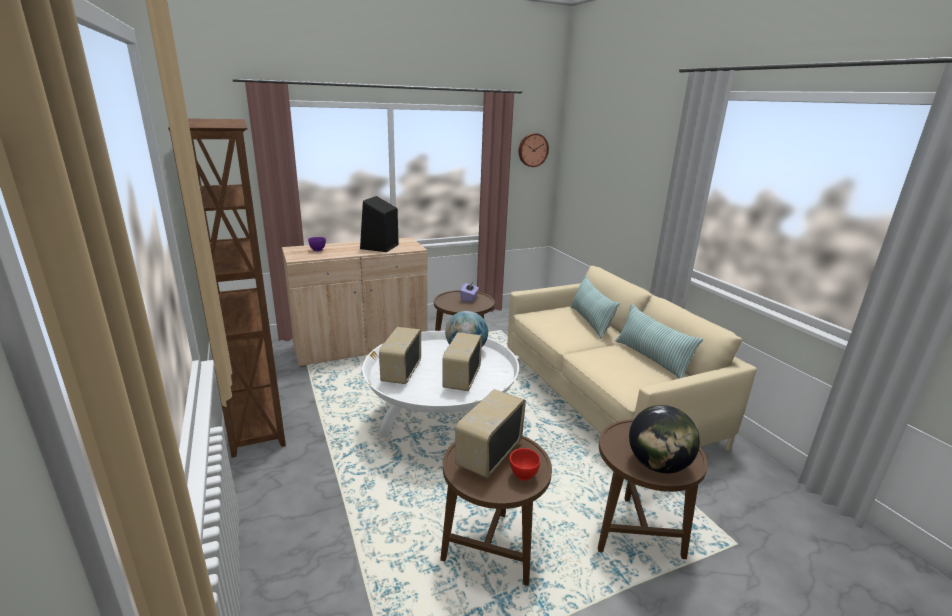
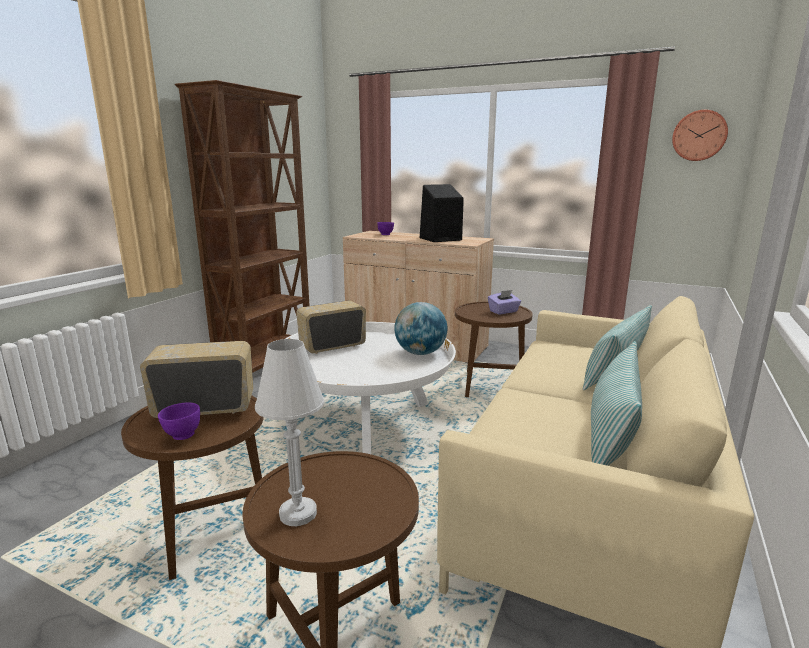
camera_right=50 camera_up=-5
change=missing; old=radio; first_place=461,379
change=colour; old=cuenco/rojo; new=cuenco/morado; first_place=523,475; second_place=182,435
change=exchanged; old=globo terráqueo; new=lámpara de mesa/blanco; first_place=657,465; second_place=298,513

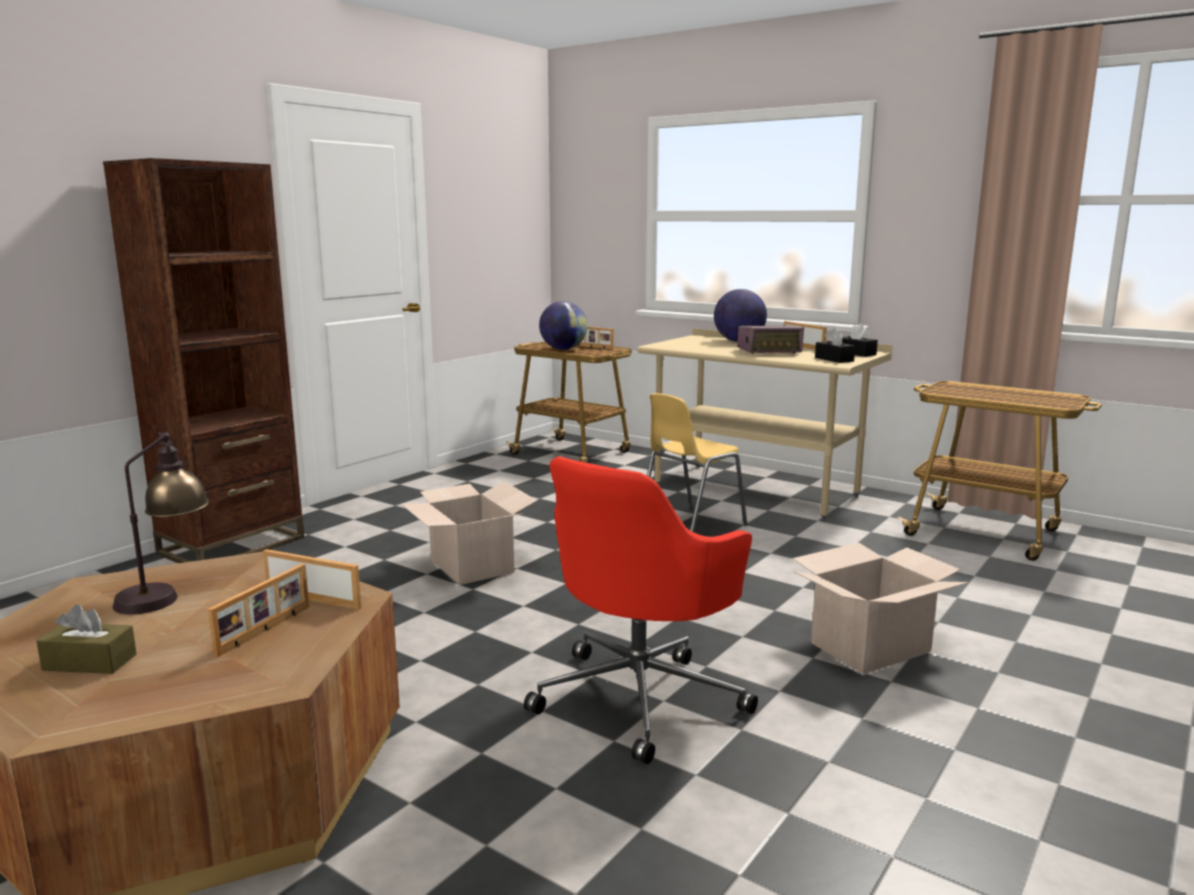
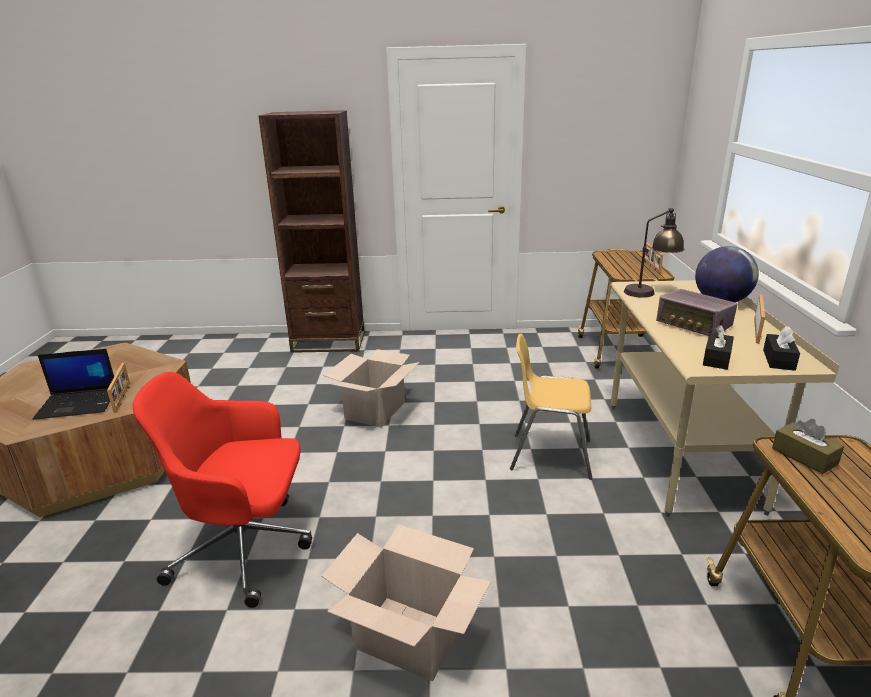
camera_right=55 camera_up=10
change=relocated; old=caja de pañuelos/marrón; first_place=89,662; second_place=804,456
change=relocated; old=lámpara de mesa; first_place=167,593; second_place=650,292
change=exchanged; old=portarretratos; new=portátil; first_place=265,630; second_place=79,403
change=missing; old=globo terráqueo; first_place=563,349

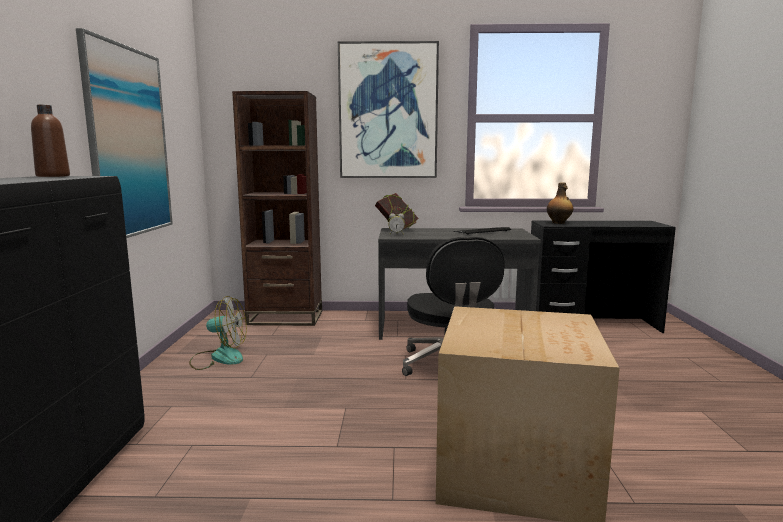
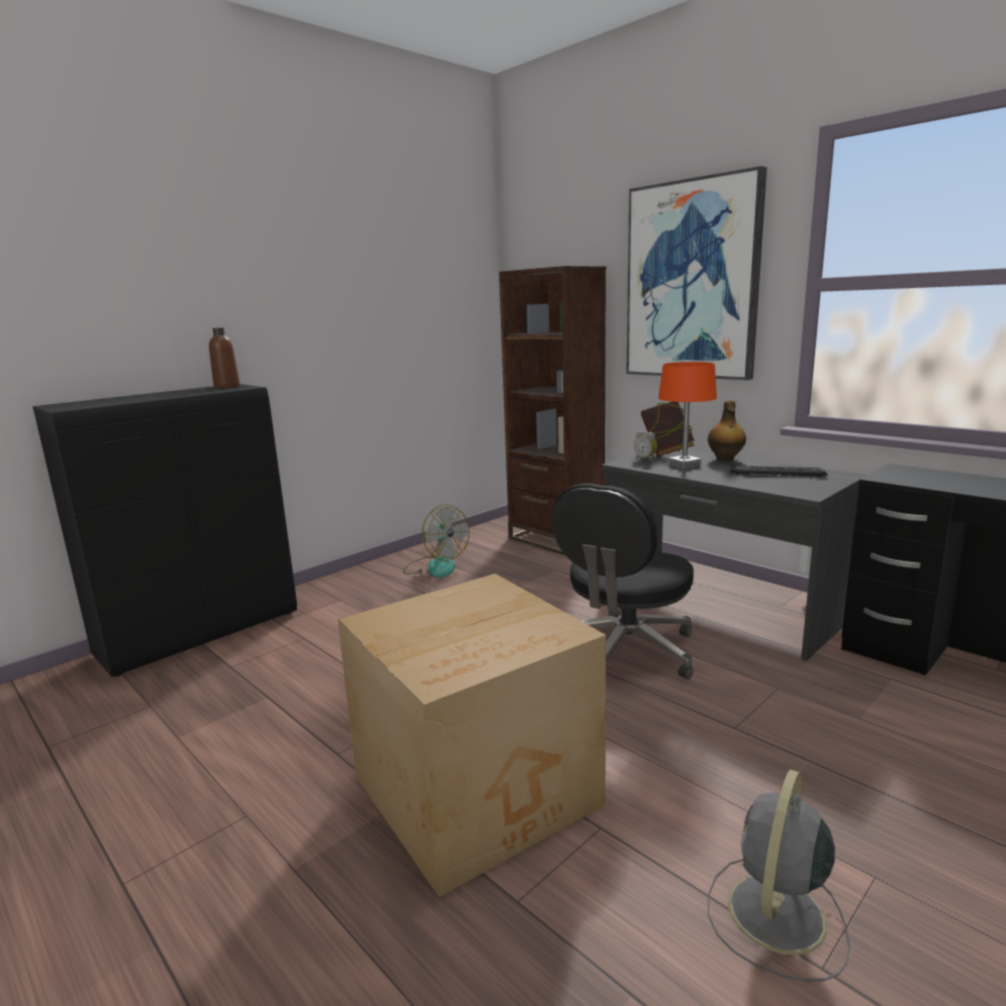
camera_right=45 camera_up=5
change=missing; old=cuadro; first_place=128,142
change=relocated; old=botella; first_place=559,223; second_place=725,459
change=appeared; new=lámpara de mesa/naranja; second_place=684,466
change=appeared; new=ventilador/gris; second_place=775,916

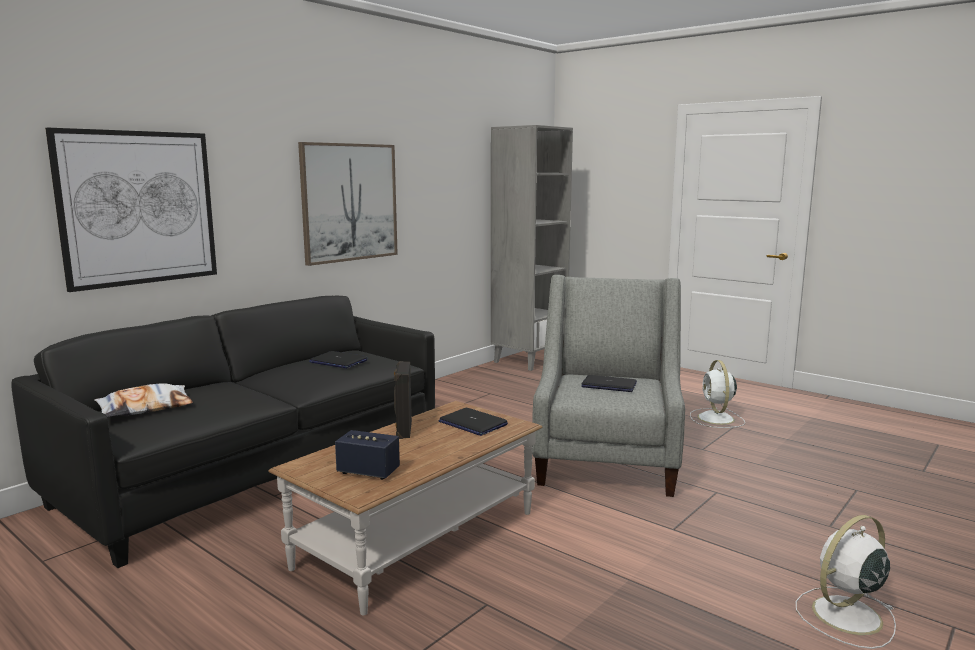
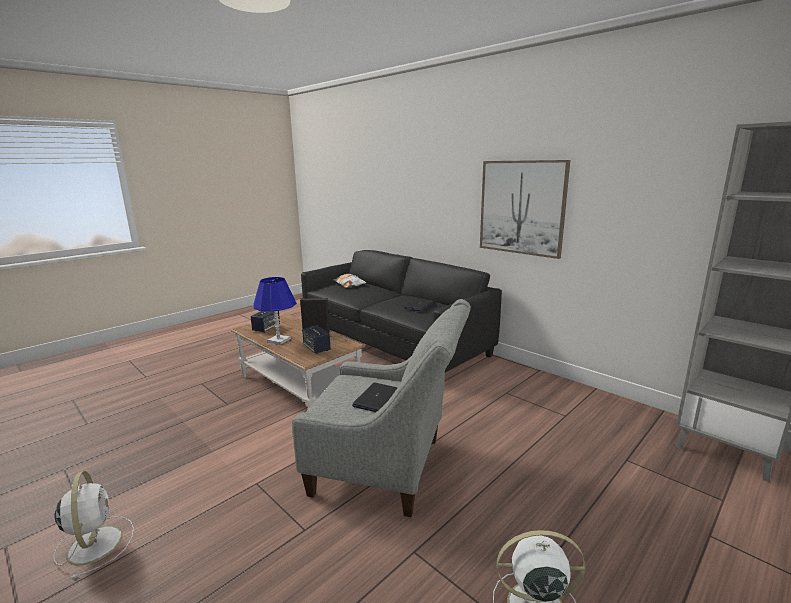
camera_right=95 camera_up=5
change=missing; old=cuadro; first_place=138,208
change=exchanged; old=portátil; new=altavoz; first_place=472,423; second_place=317,348
change=appeared; new=lámpara de mesa/azul; second_place=278,340

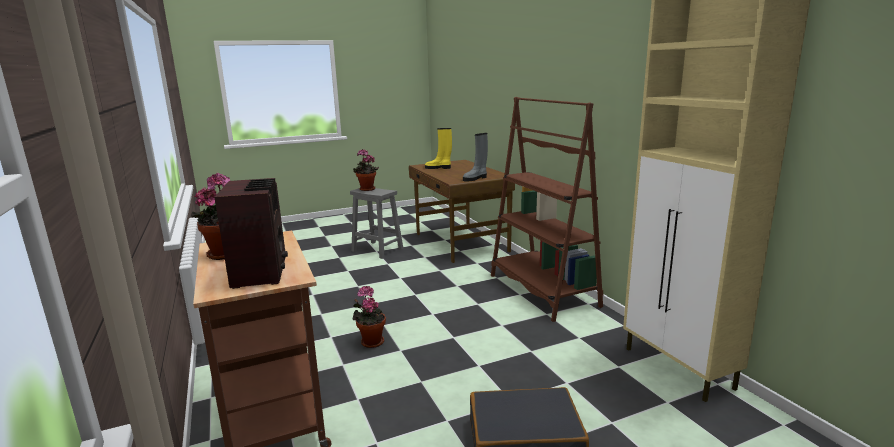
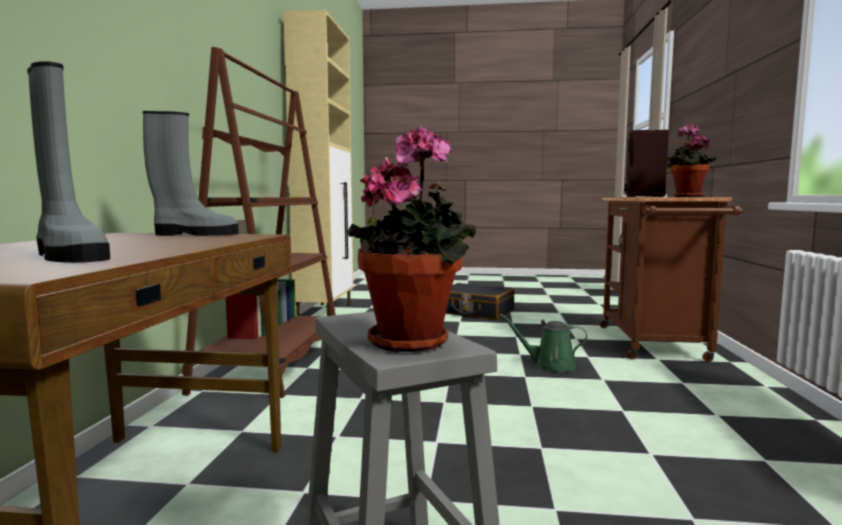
camera_right=-150 camera_up=-10
change=exchanged; old=planta en maceta; new=regadera/verde; first_place=371,341; second_place=550,365
change=colour; old=bota/amarillo; new=bota/gris; first_place=438,168; second_place=68,256

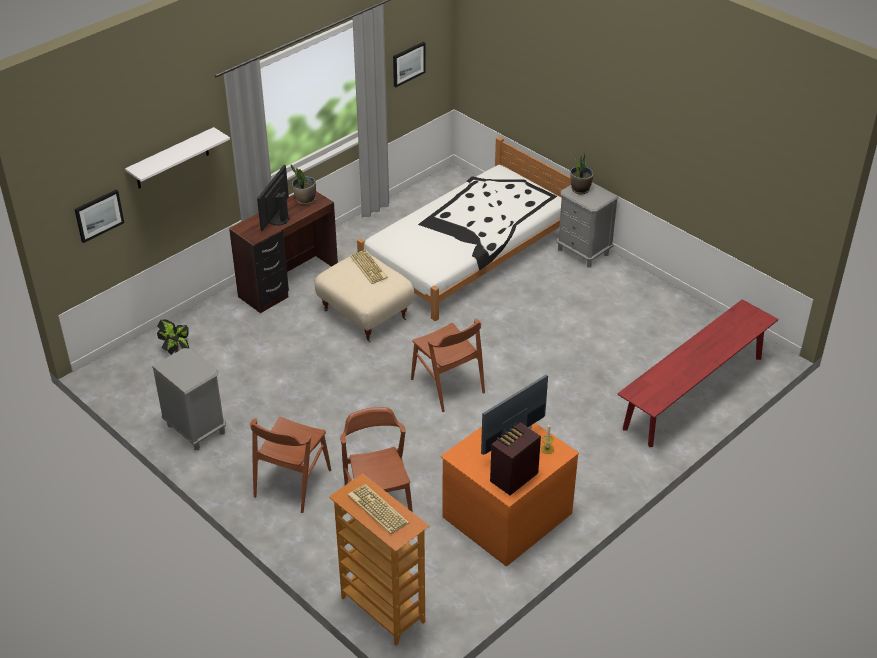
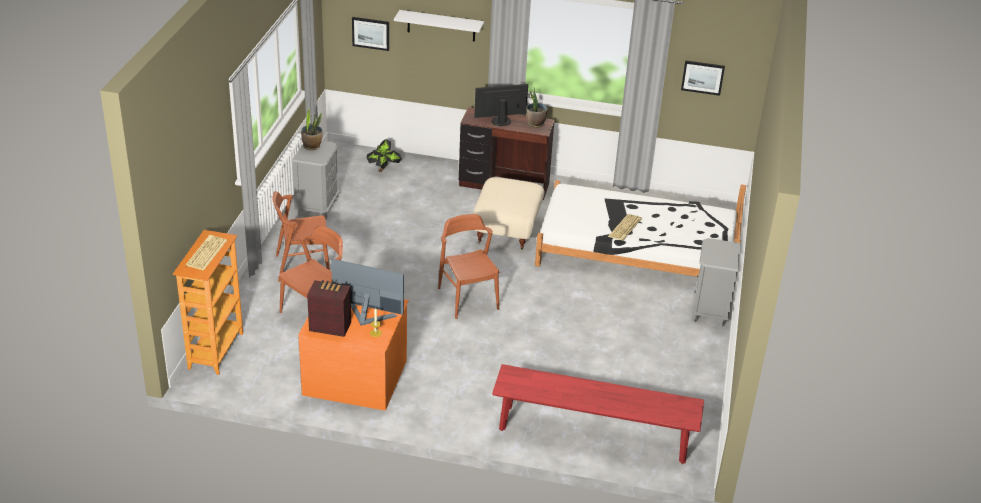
camera_right=55 camera_up=-5
change=relocated; old=teclado; first_place=369,267; second_place=625,228
change=spun; old=silla/marrón; first_place=448,386; second_place=468,298; degrees=135
change=relocated; old=planta en maceta; first_place=580,189; second_place=312,146

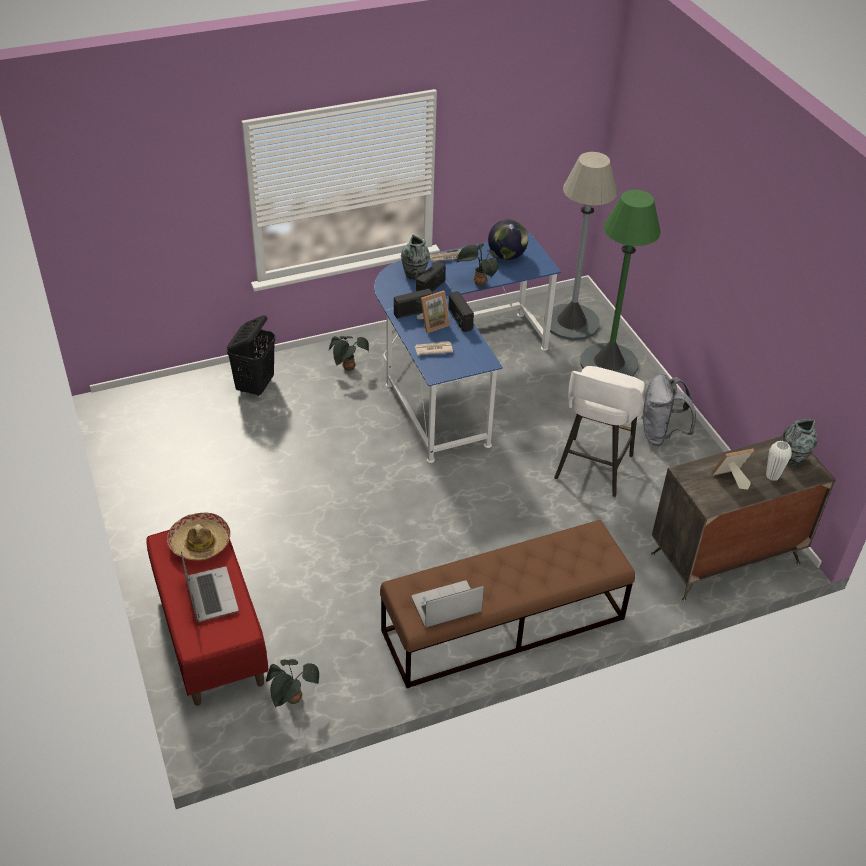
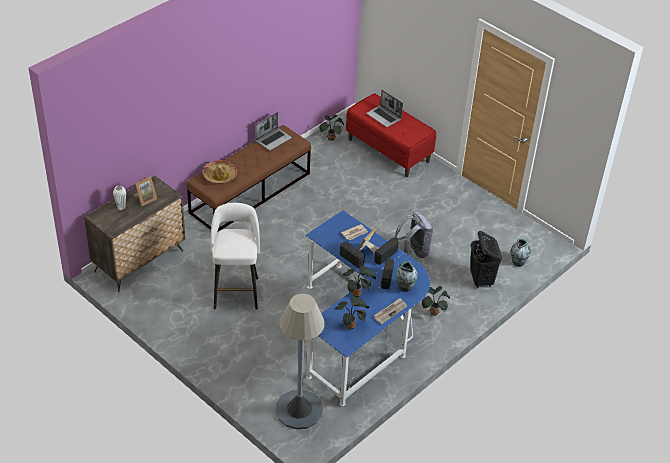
camera_right=155 camera_up=0
change=relocated; old=sombrero; first_place=200,543; second_place=220,176
change=exchanged; old=globo terráqueo; new=planta en maceta; first_place=507,256; second_place=351,326
change=missing; old=lámpara de pie/verde; first_place=608,363
change=relocated; old=mochila/gris; first_place=661,434; second_place=413,251
change=relocated; old=florero; first_place=792,459; second_place=518,262

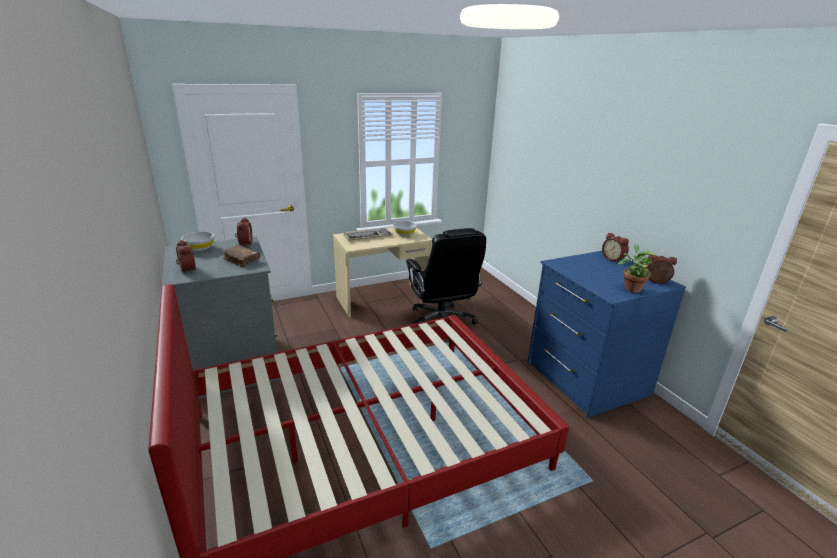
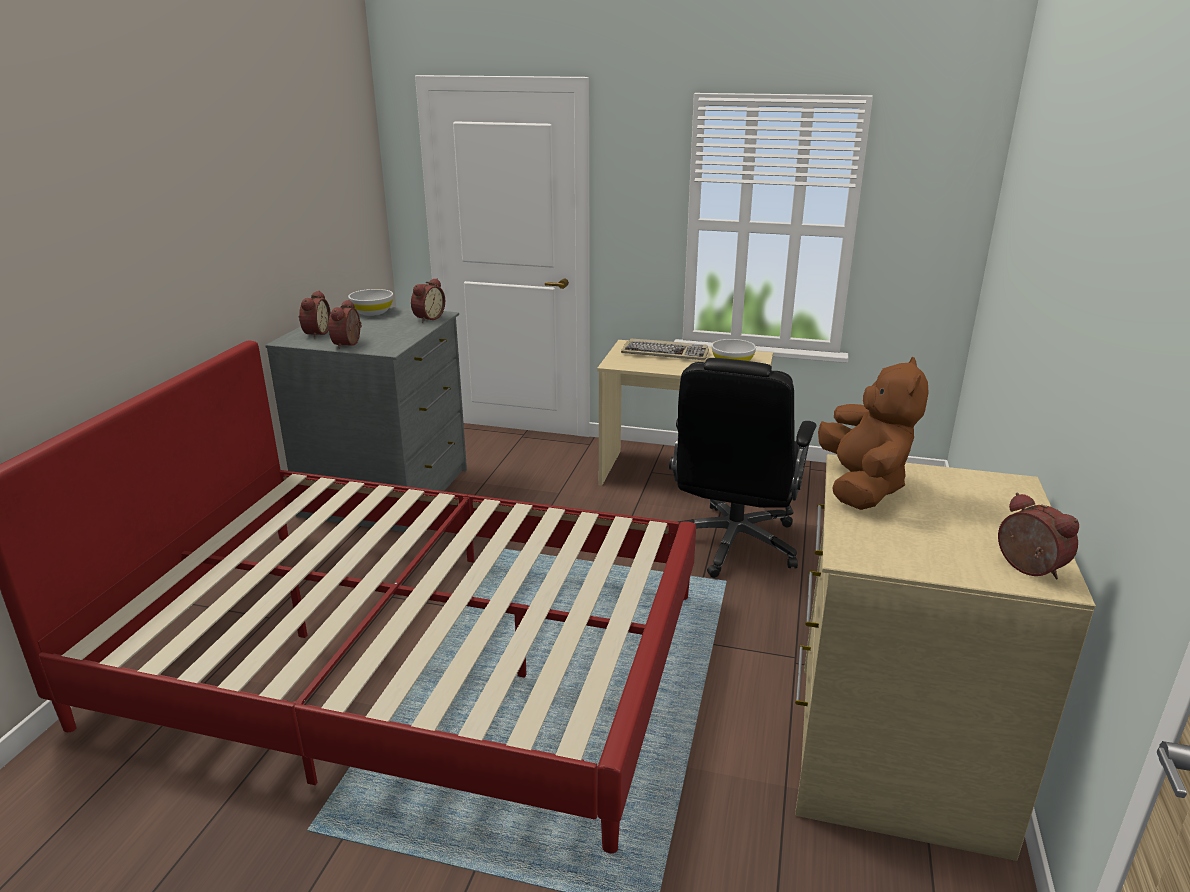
camera_right=40 camera_up=0
change=missing; old=libro/marrón; first_place=241,259
change=colour; old=cómoda/azul; new=cómoda/beis; first_place=585,378; second_place=891,752
change=relocated; old=despertador; first_place=613,259; second_place=349,344
change=missing; old=planta en maceta; first_place=631,288
change=appeared; new=peluche/marrón; second_place=862,487

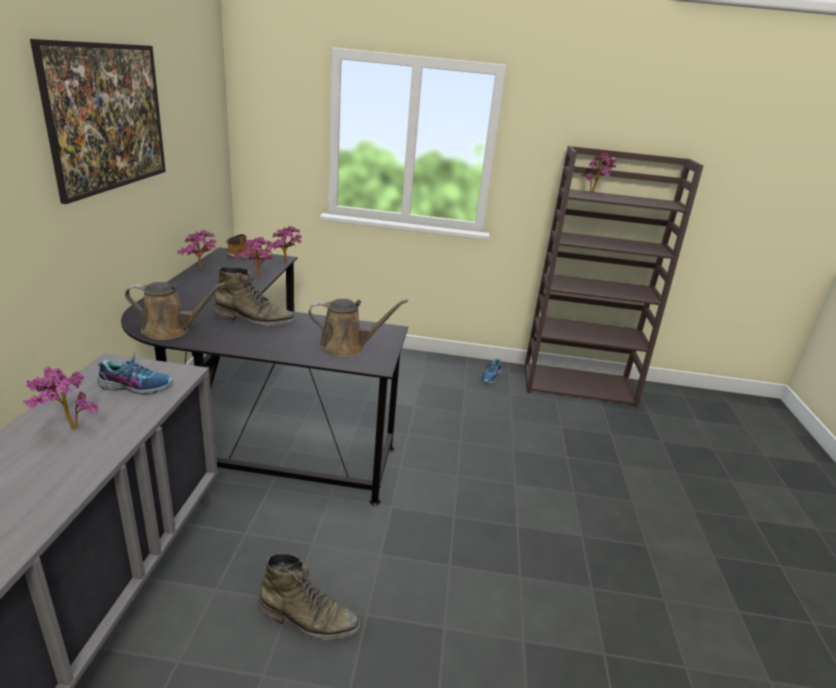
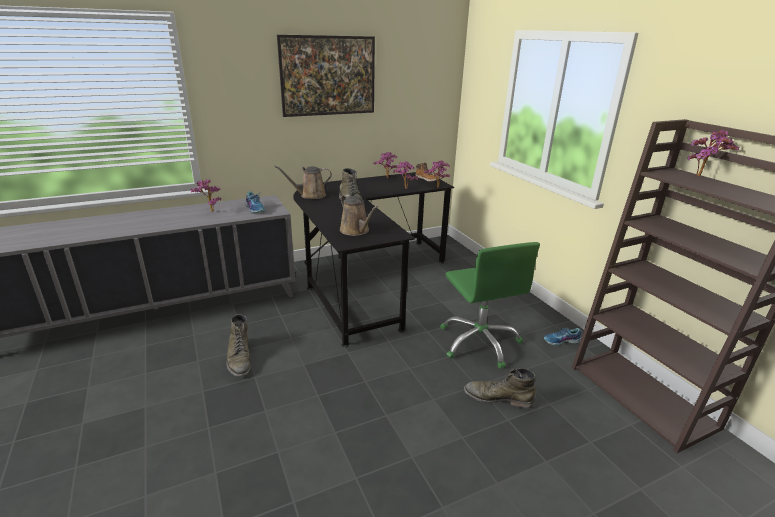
camera_right=60 camera_up=0
change=spun; old=regadera/marrón; first_place=170,330; second_place=310,195; degrees=105
change=appeared; new=silla de oficina/verde; second_place=479,342
change=appeared; new=bota/verde; second_place=498,397

